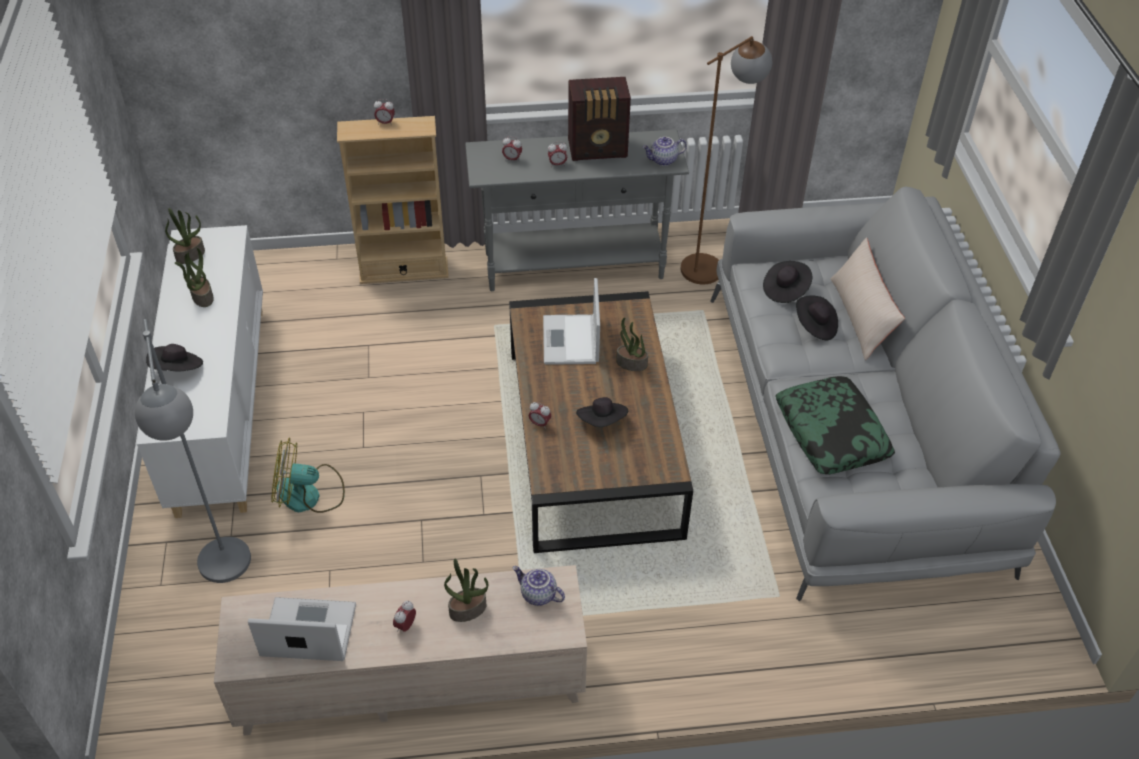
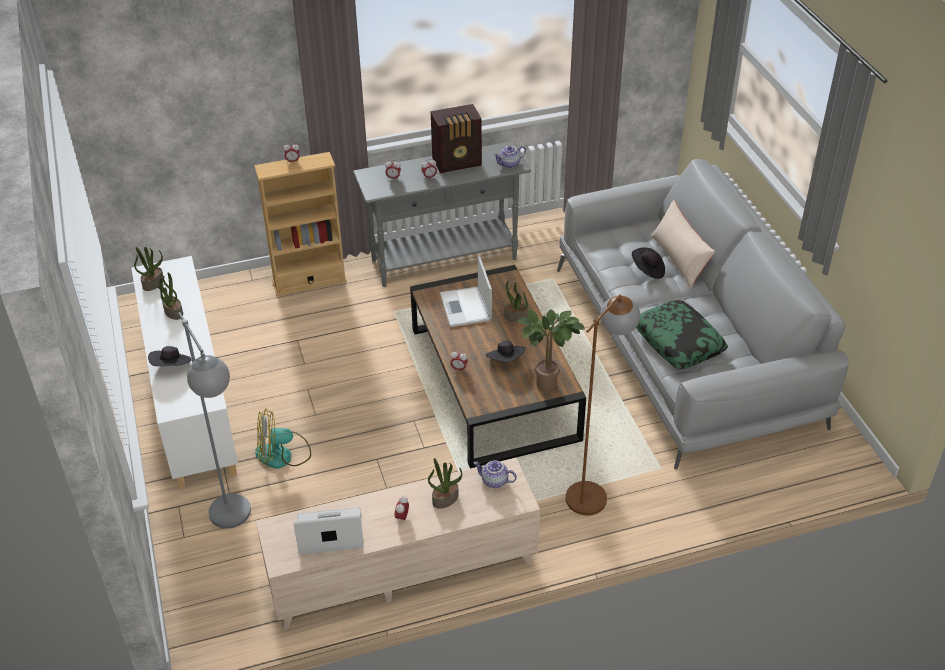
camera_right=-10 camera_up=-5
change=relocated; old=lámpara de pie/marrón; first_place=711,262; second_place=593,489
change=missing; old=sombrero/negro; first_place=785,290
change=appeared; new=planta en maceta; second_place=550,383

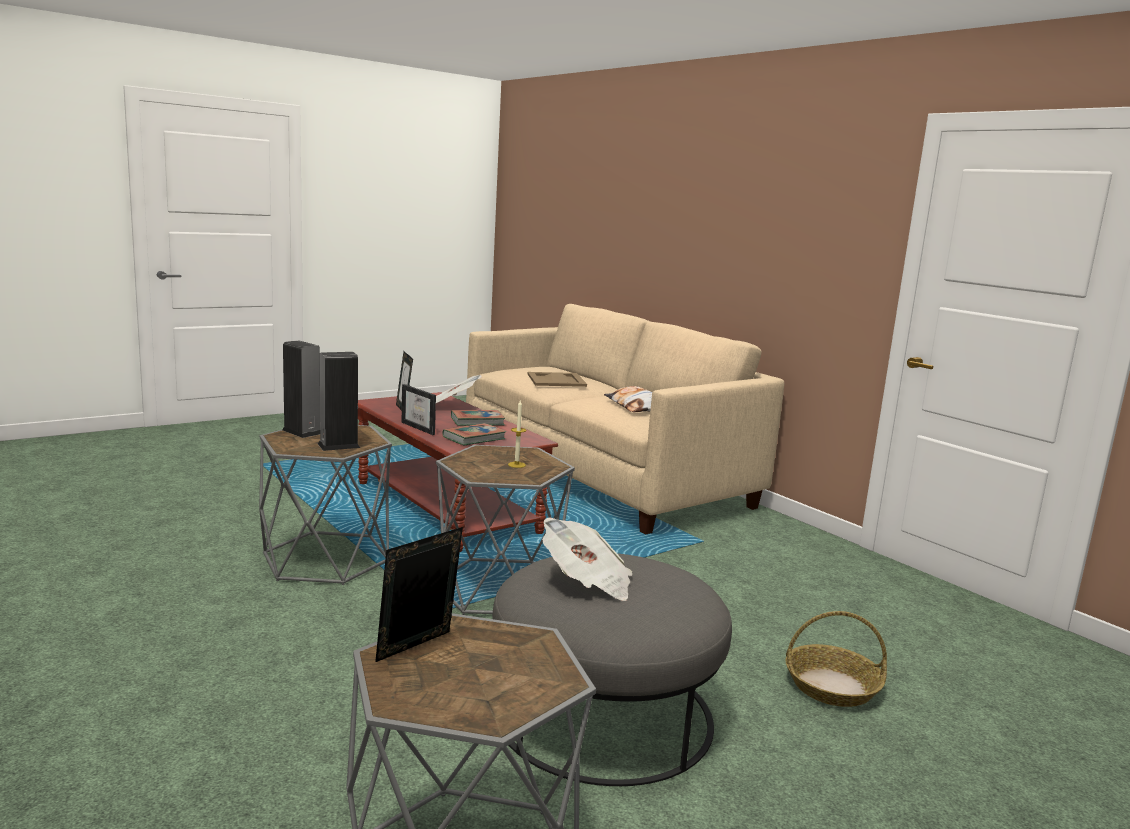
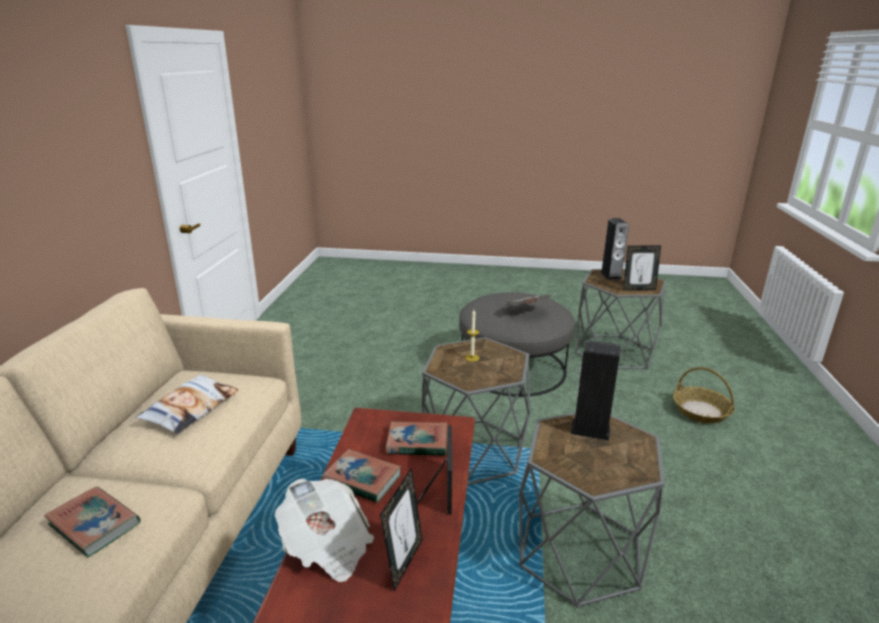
camera_right=-135 camera_up=10
change=relocated; old=altavoz; first_place=302,431; second_place=611,275
change=exchanged; old=bandeja/beis; new=libro; first_place=556,380; second_place=94,524
change=relocated; old=cesta; first_place=832,686; second_place=700,411

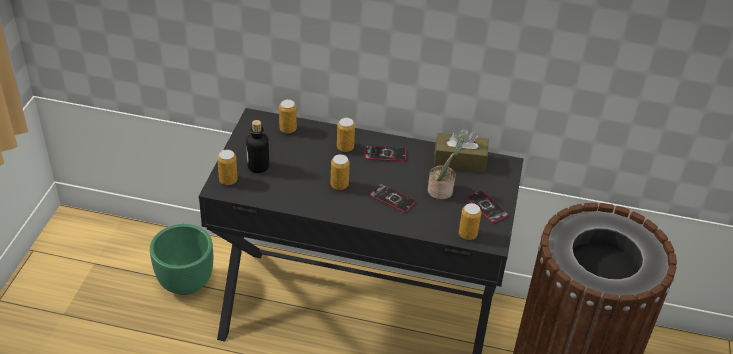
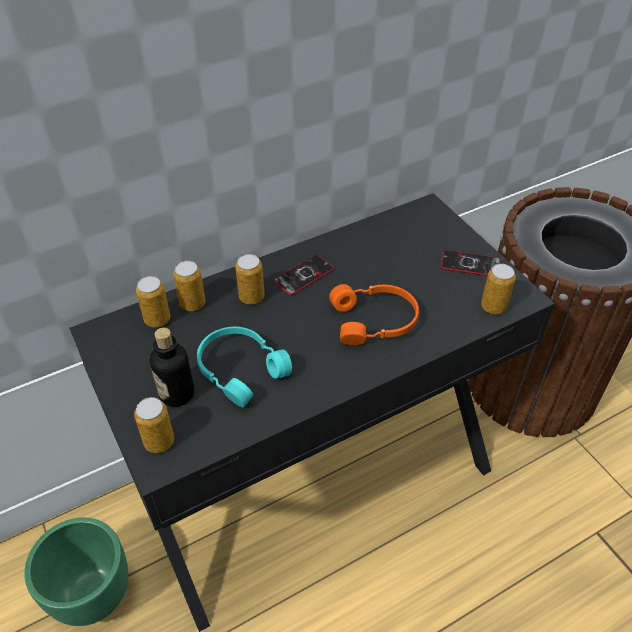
camera_right=-40 camera_up=5
change=relocated; old=lata; first_place=339,185; second_place=192,304
change=exchanged; old=móvil; new=auriculares/naranja; first_place=392,198; second_place=375,321
change=missing; old=planta en maceta; first_place=442,190
change=missing; old=caja de pañuelos/marrón; first_place=459,161
change=appeared; new=auriculares/turquesa; second_place=240,369

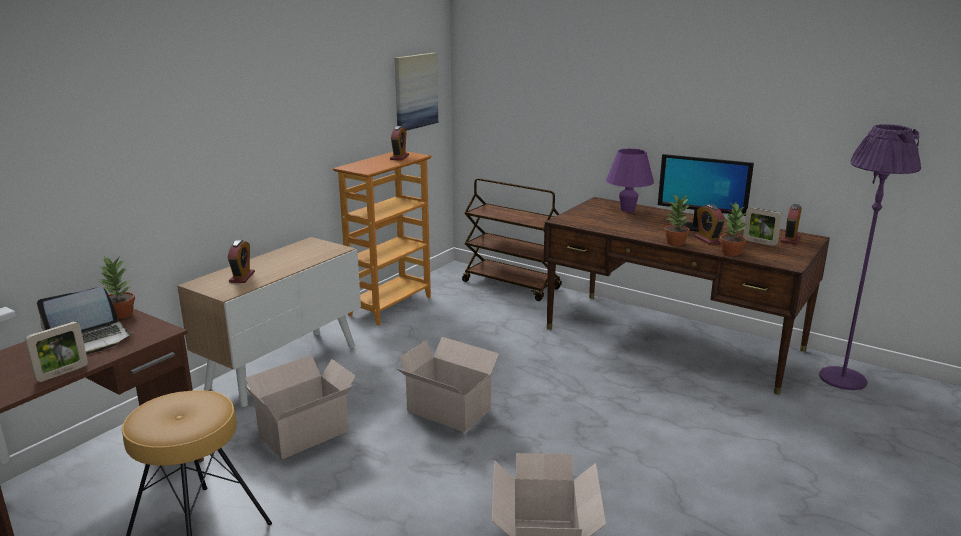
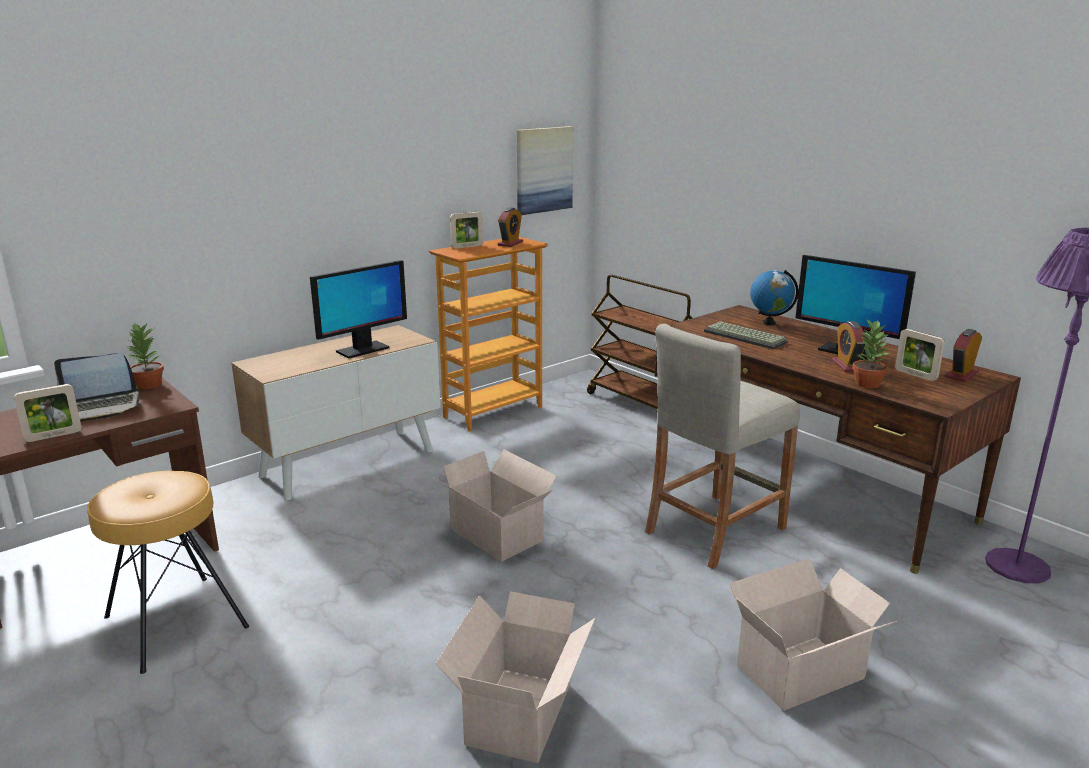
camera_right=15 camera_up=0
change=missing; old=despertador; first_place=242,277
change=relocated; old=caja de cartón; first_place=306,433; second_place=803,671
change=exchanged; old=lámpara de mesa/morado; new=globo terráqueo; first_place=627,210; second_place=769,322
change=missing; old=planta en maceta; first_place=675,243
change=appeared; new=monitor; second_place=362,350
change=appeared; new=portarretratos; second_place=467,246
change=appeared; new=taburete/beis; second_place=714,530
change=appeared; new=teclado; second_place=746,337

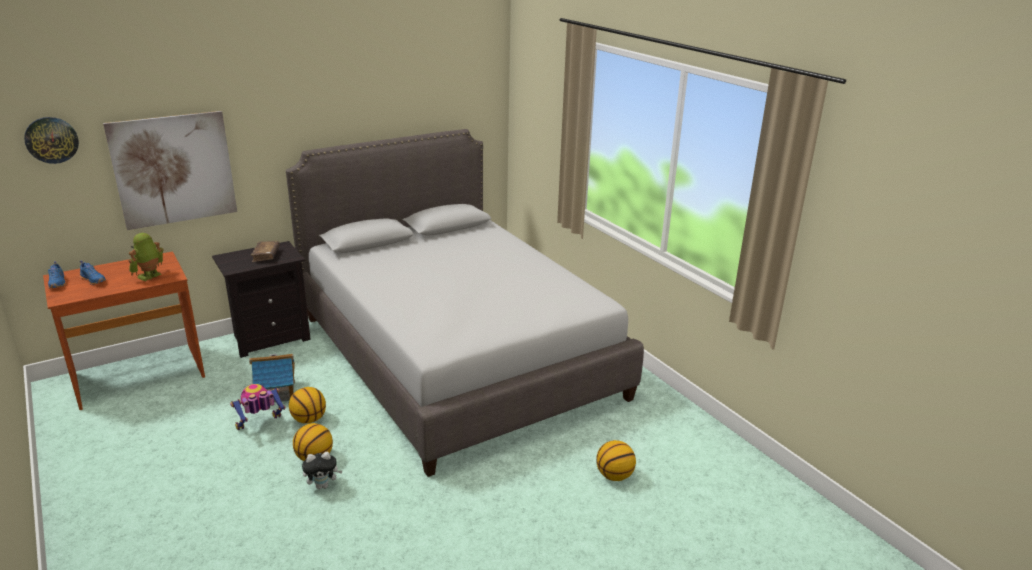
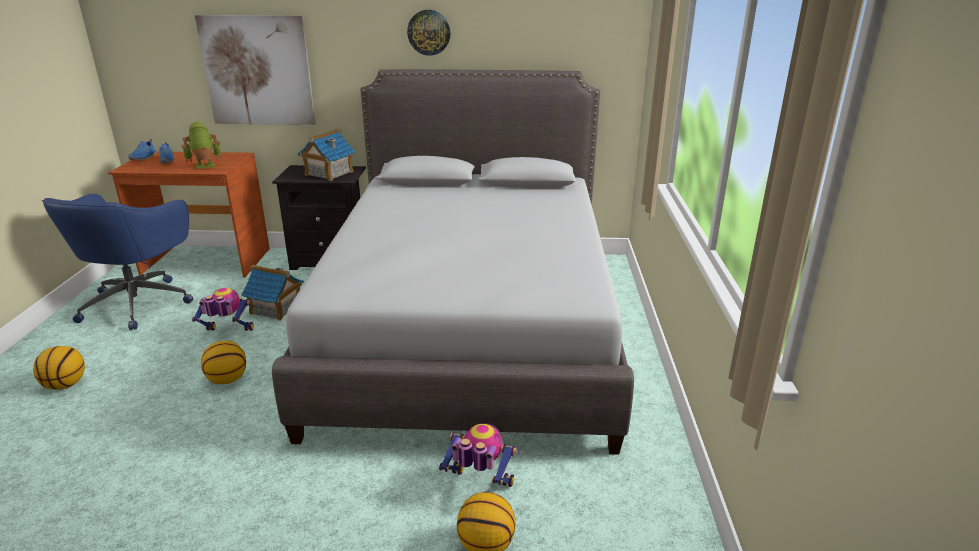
camera_right=35 camera_up=0
change=relocated; old=reloj de pared; first_place=51,140; second_place=429,32
change=exchanged; old=libro/marrón; new=casita; first_place=266,255; second_place=328,173
change=relocated; old=balón de baloncesto; first_place=309,419; second_place=65,385
change=missing; old=peluche; first_place=323,485
change=appeared; new=silla de oficina/azul; second_place=139,303
change=appeared; new=robot de juguete; second_place=479,484

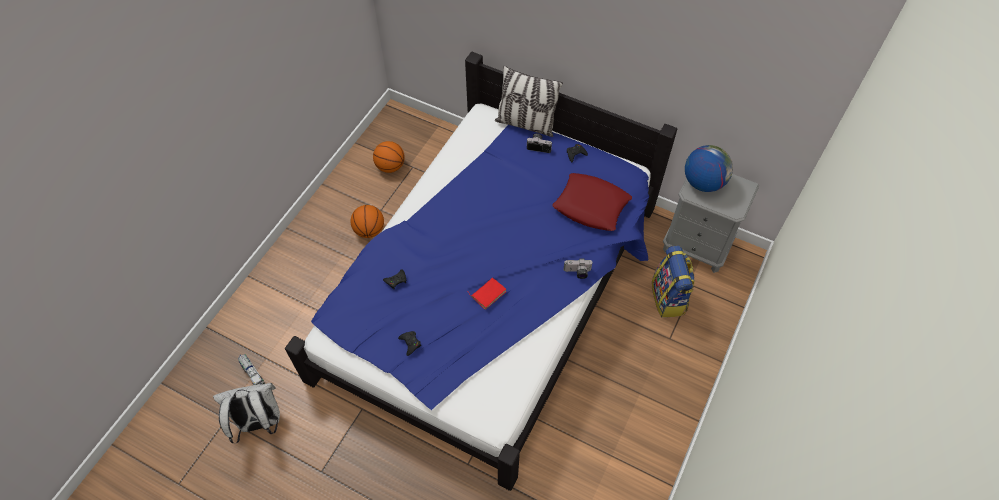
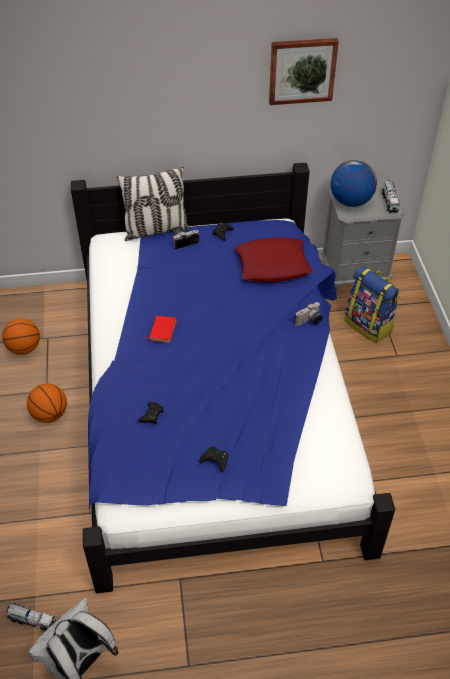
camera_right=-35 camera_up=-10
change=relocated; old=libro/rojo; first_place=488,293; second_place=161,330
change=appeared; new=cuadro; second_place=302,70
change=appeared; new=camión de juguete; second_place=389,202

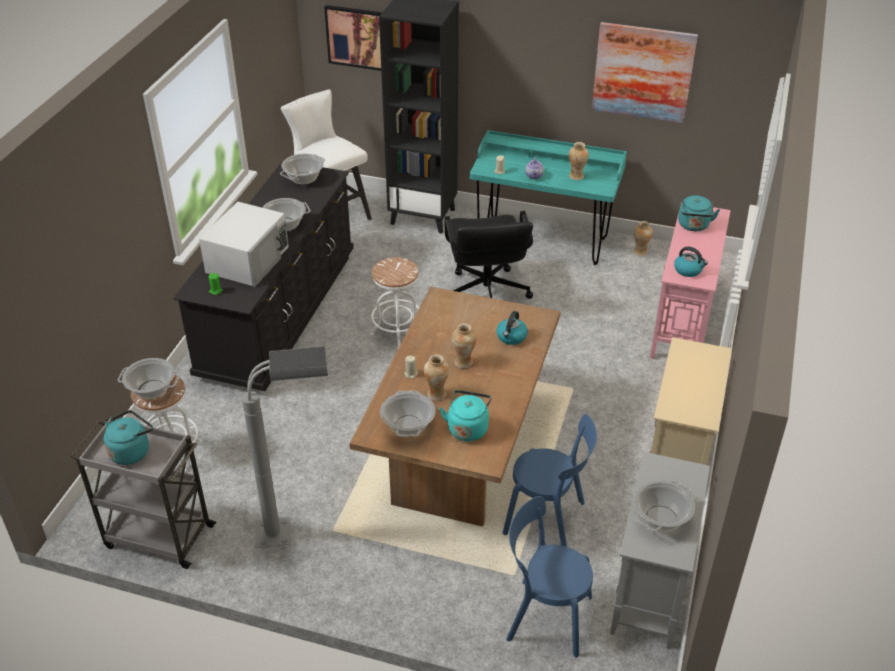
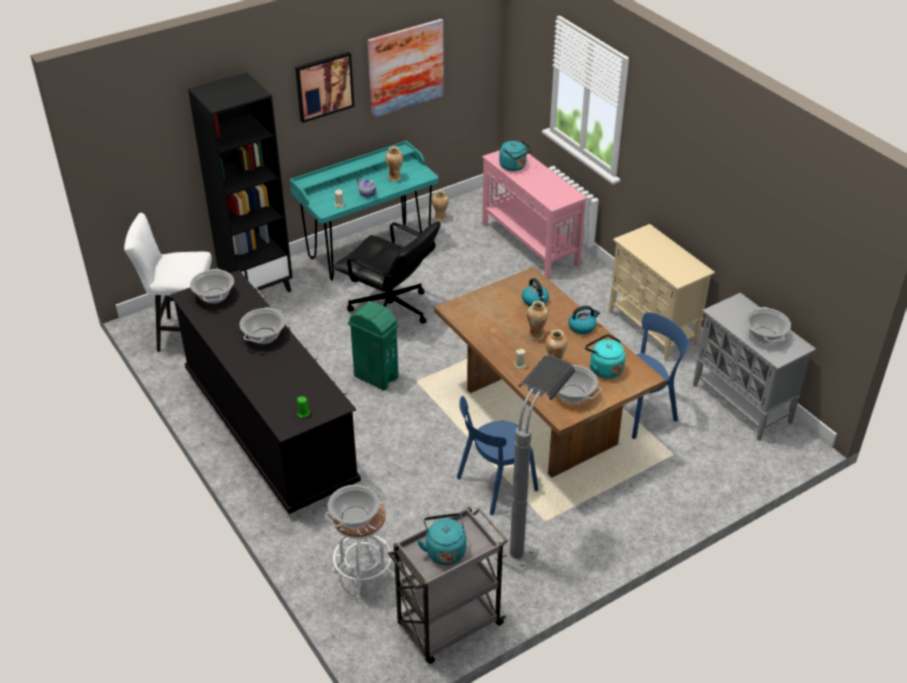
camera_right=-50 camera_up=0
change=missing; old=microondas/blanco; first_place=248,259
change=relocated; old=cuadro; first_place=356,37; second_place=324,86
change=exchanged; old=taburete/blanco; new=papelera/verde; first_place=397,332; second_place=376,377
change=relocated; old=silla/azul; first_place=544,616; second_place=494,485
change=relocated; old=hervidor; first_place=688,270; second_place=582,327

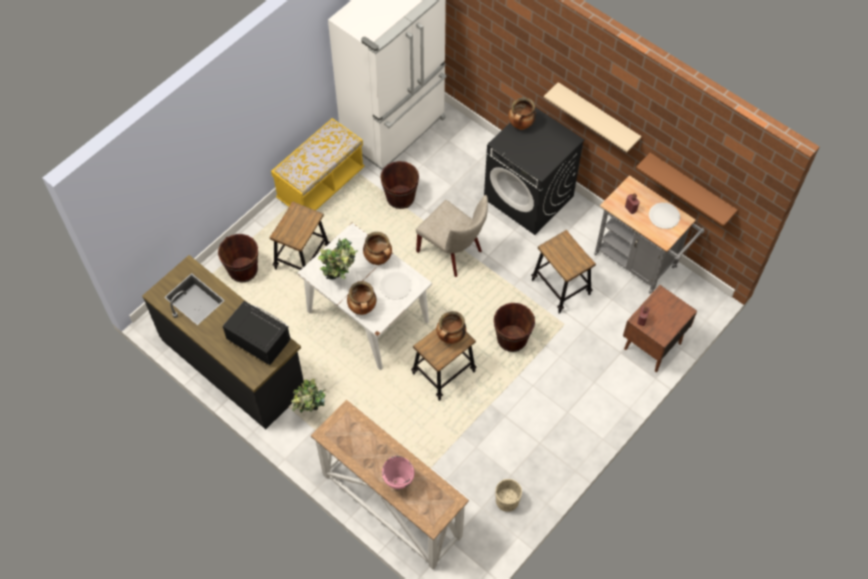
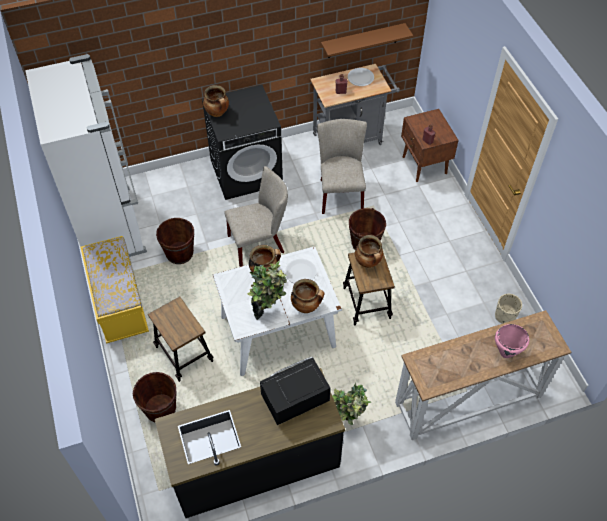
camera_right=-60 camera_up=-5
change=exchanged; old=taburete; new=silla/beis; first_place=561,287; second_place=340,192
change=missing; old=estante/beis; first_place=597,116

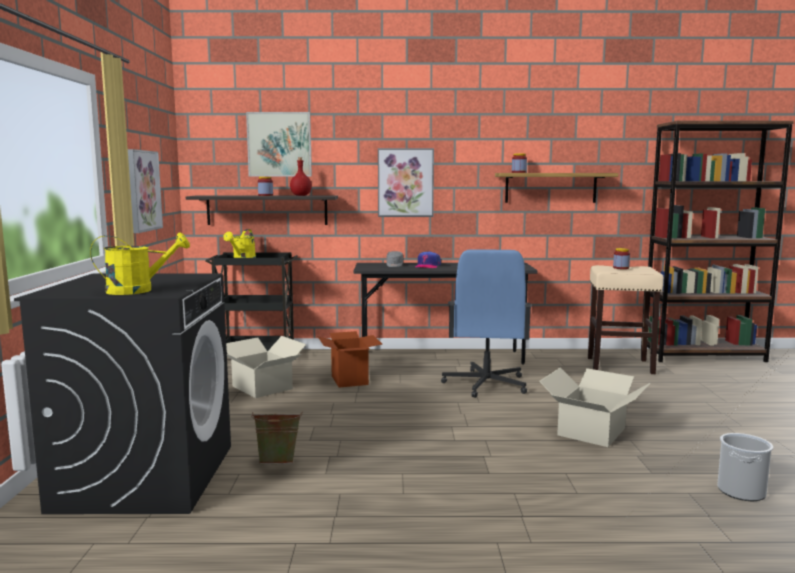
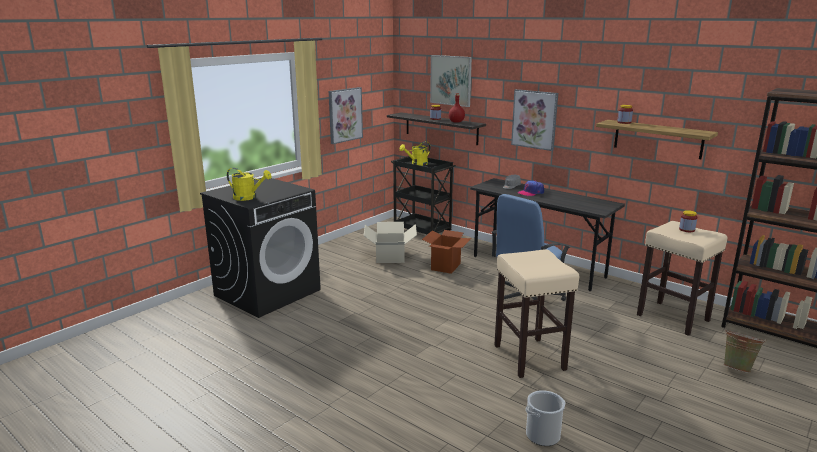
camera_right=40 camera_up=10
change=relocated; old=cubo/verde; first_place=278,463; second_place=738,368
change=exchanged; old=caja de cartón; new=taburete/beis; first_place=592,431; second_place=530,358

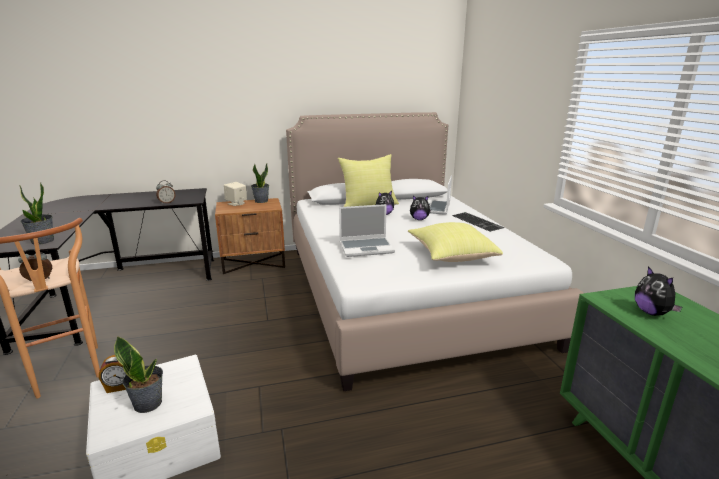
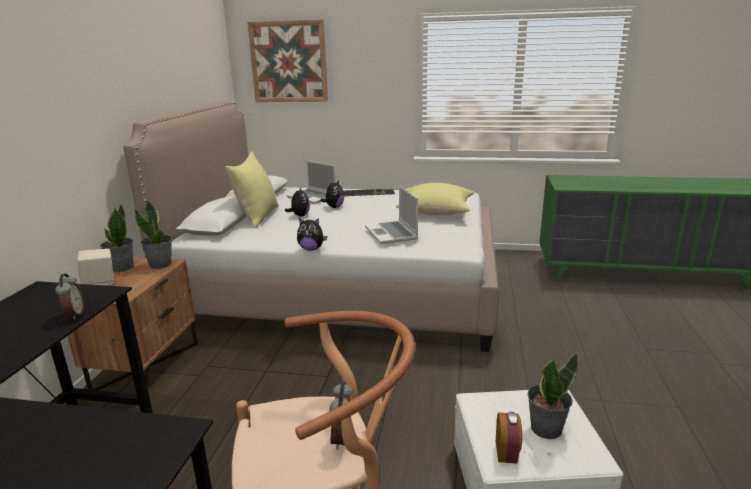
camera_right=-65 camera_up=0
change=relocated; old=planta en maceta; first_place=43,241; second_place=161,264
change=spun; old=portátil; first_place=367,248; second_place=392,234; degrees=150
change=relocated; old=peluche; first_place=652,313; second_place=311,249
change=appeared; new=cuadro; second_place=288,62

